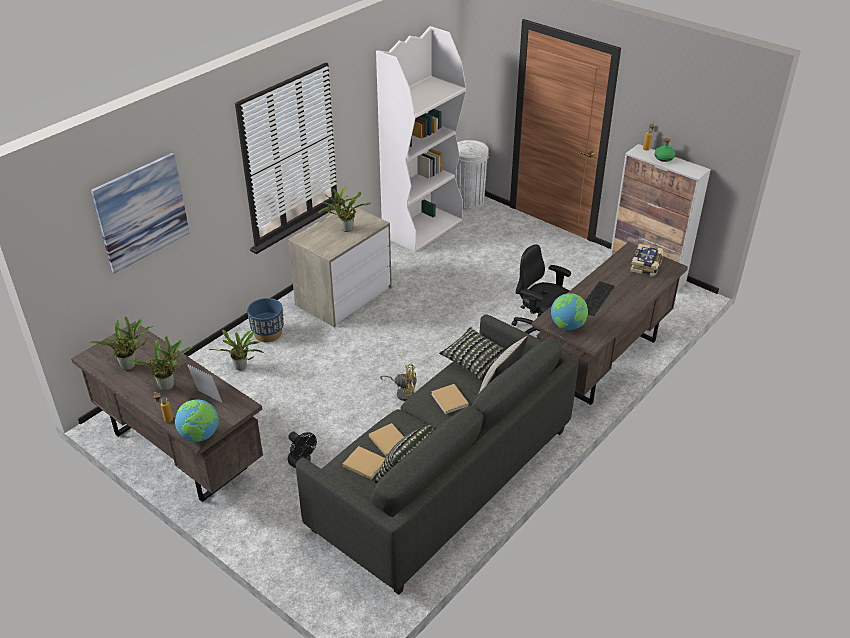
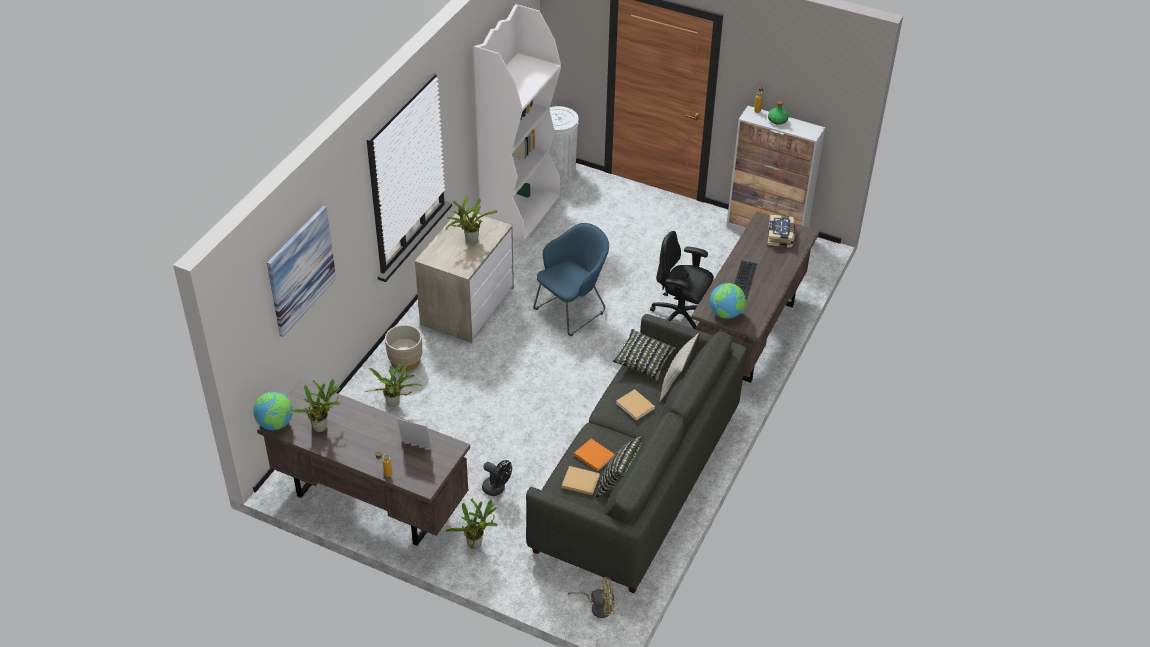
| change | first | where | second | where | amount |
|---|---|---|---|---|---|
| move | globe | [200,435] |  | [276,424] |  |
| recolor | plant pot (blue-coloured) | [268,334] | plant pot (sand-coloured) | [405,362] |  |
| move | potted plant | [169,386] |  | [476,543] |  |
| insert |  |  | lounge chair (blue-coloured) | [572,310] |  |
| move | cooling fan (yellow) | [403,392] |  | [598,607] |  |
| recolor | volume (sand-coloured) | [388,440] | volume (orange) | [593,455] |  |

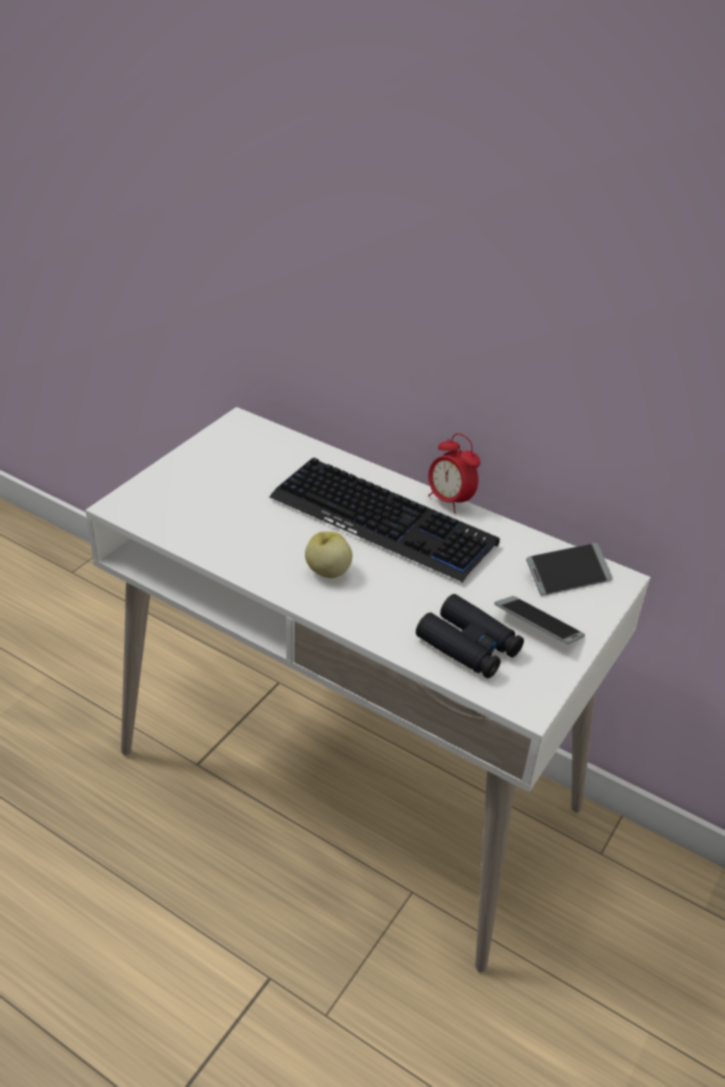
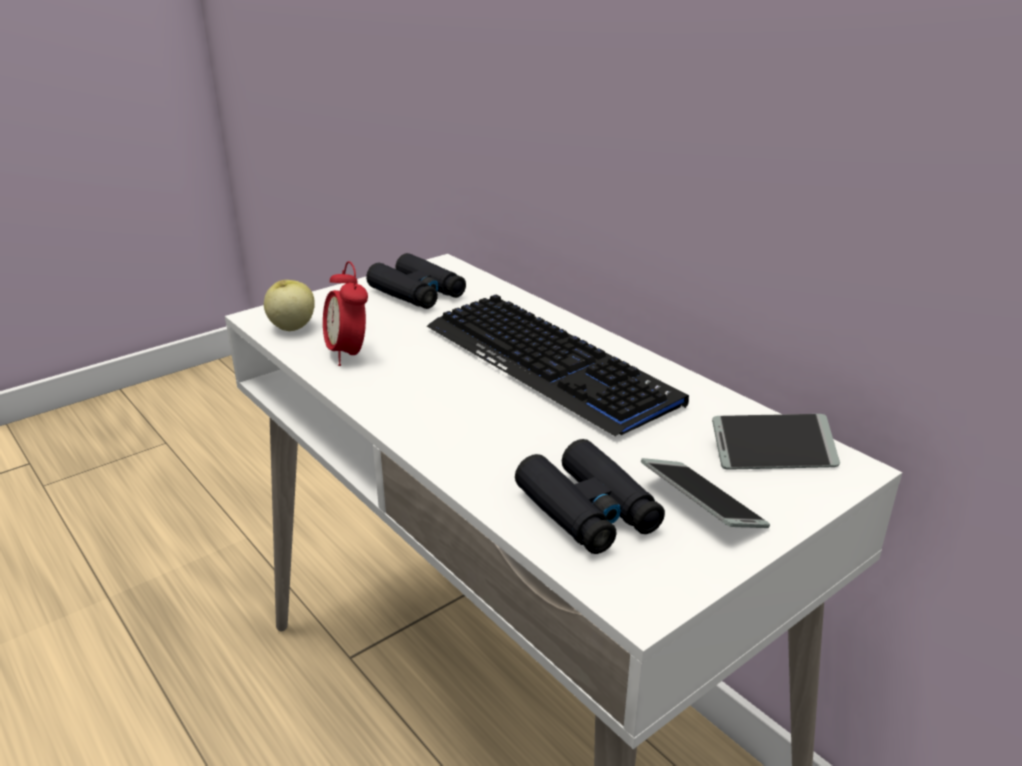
| change | first | where | second | where | amount |
|---|---|---|---|---|---|
| move | apple fruit | [327,571] |  | [292,327] |  |
| move | bedside clock | [449,501] |  | [348,354] |  |
| insert |  |  | binoculars (blackish) | [417,293] |  |

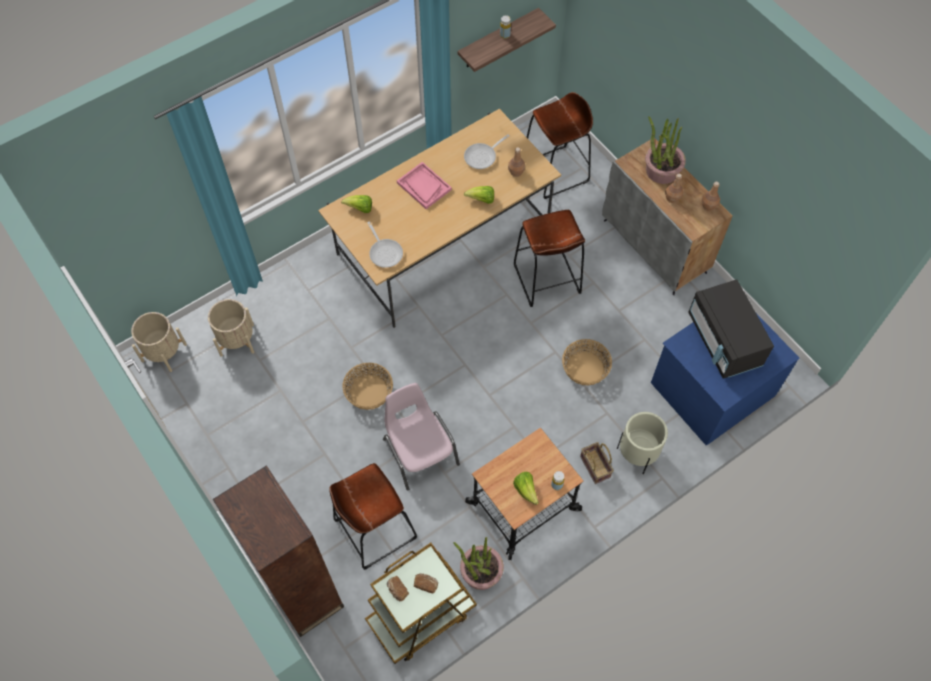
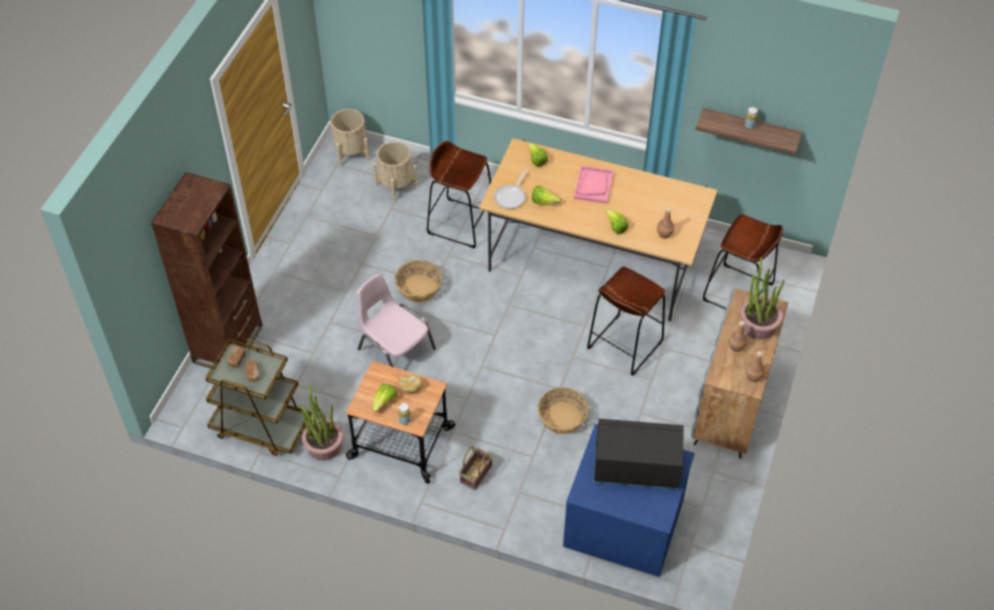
| change | first | where | second | where | amount |
|---|---|---|---|---|---|
| rotate | chair (pink) | [419,451] |  | [395,348] | 75 degrees counterclockwise |
| insert |  |  | bakery bread | [410,387] |  |
| move | stool seat (brownish) | [375,529] |  | [461,222] |  |
| insert |  |  | lettuce head | [544,202] |  |
| rotate | kitchen microwave (blackish) | [724,341] |  | [635,467] | 60 degrees clockwise |
| delete | skillet | [482,156] |  |  |  |
| delete | plant pot (sand-coloured) | [637,454] |  |  |  |

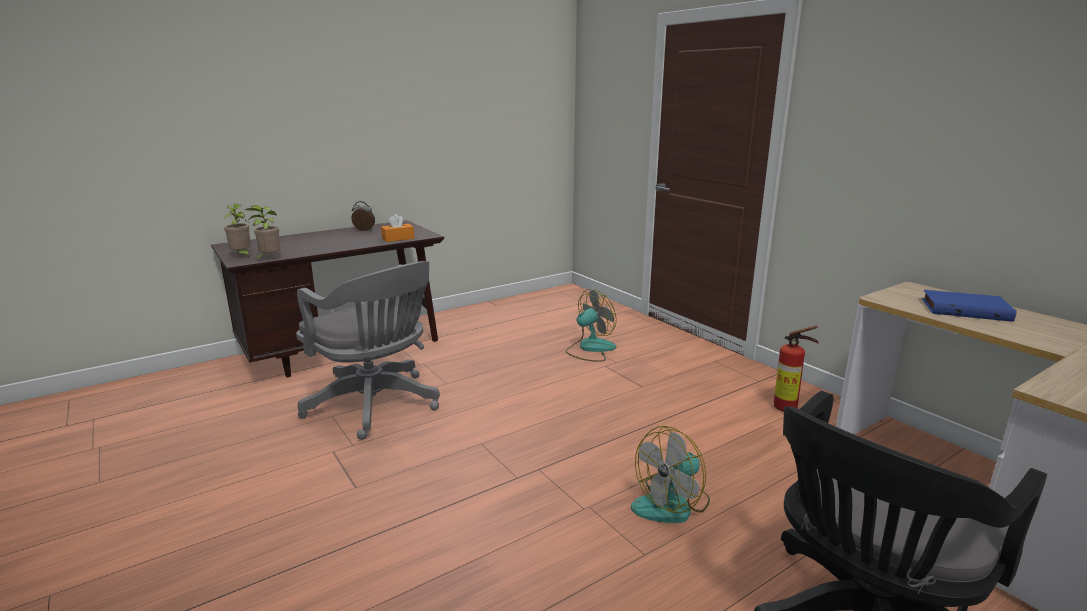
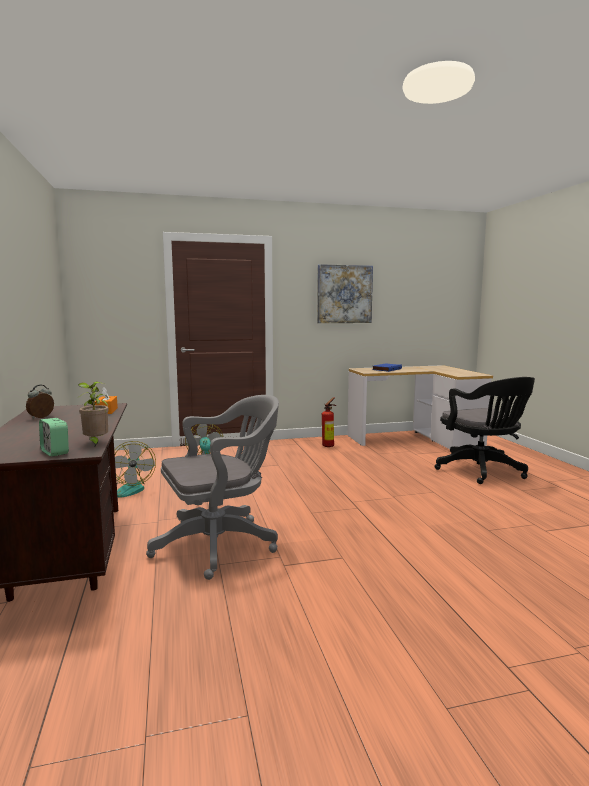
| change | first | where | second | where | amount |
|---|---|---|---|---|---|
| replace | potted plant | [242,255] | bedside clock | [55,452] |  |
| move | cooling fan | [672,504] |  | [130,488] |  |
| insert |  |  | wall art | [344,294] |  |

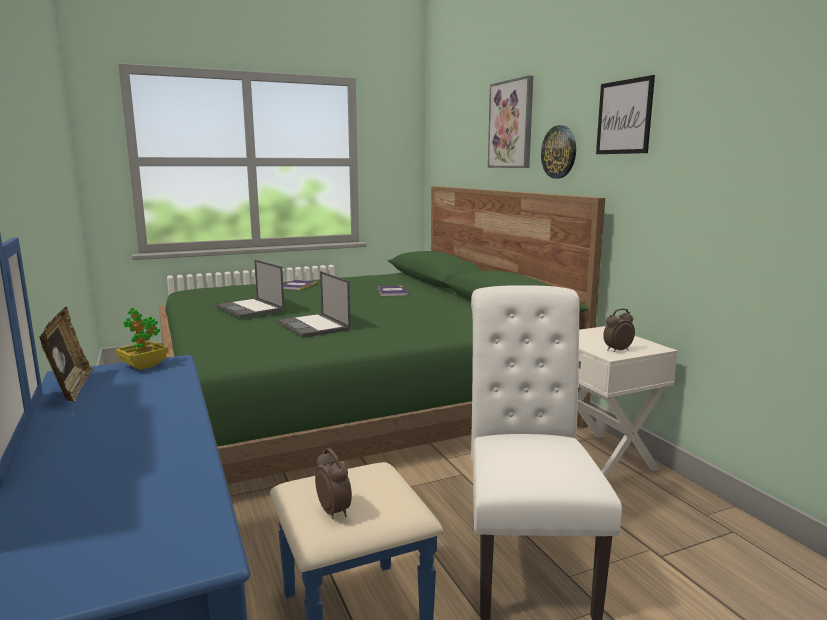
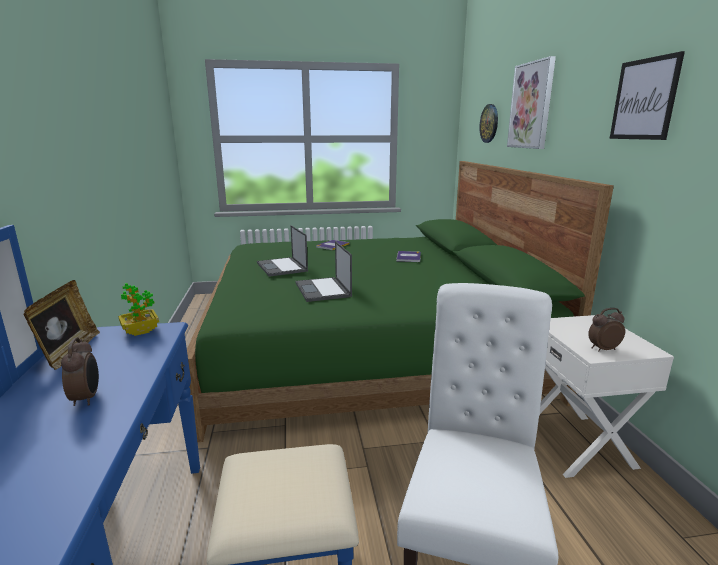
| change | first | where | second | where | amount |
|---|---|---|---|---|---|
| move | bedside clock | [334,511] |  | [87,398] |  |
| move | clock on the wall | [559,152] |  | [489,123] |  |

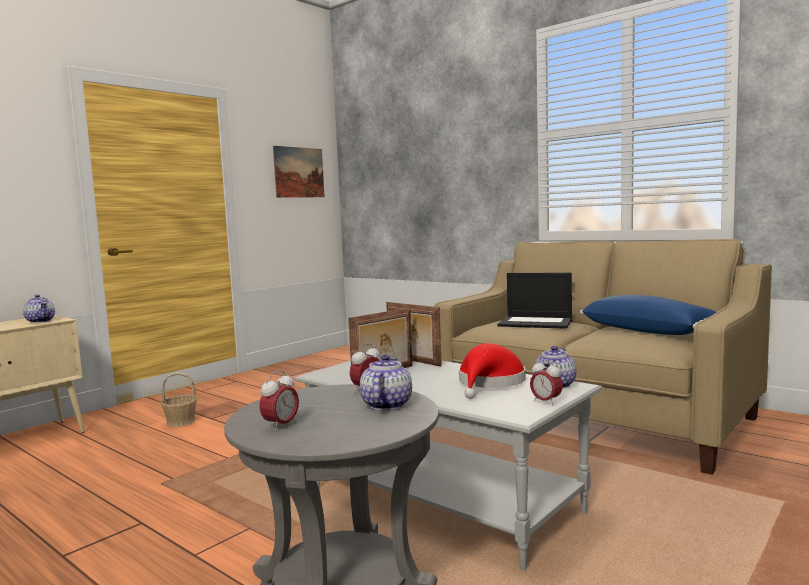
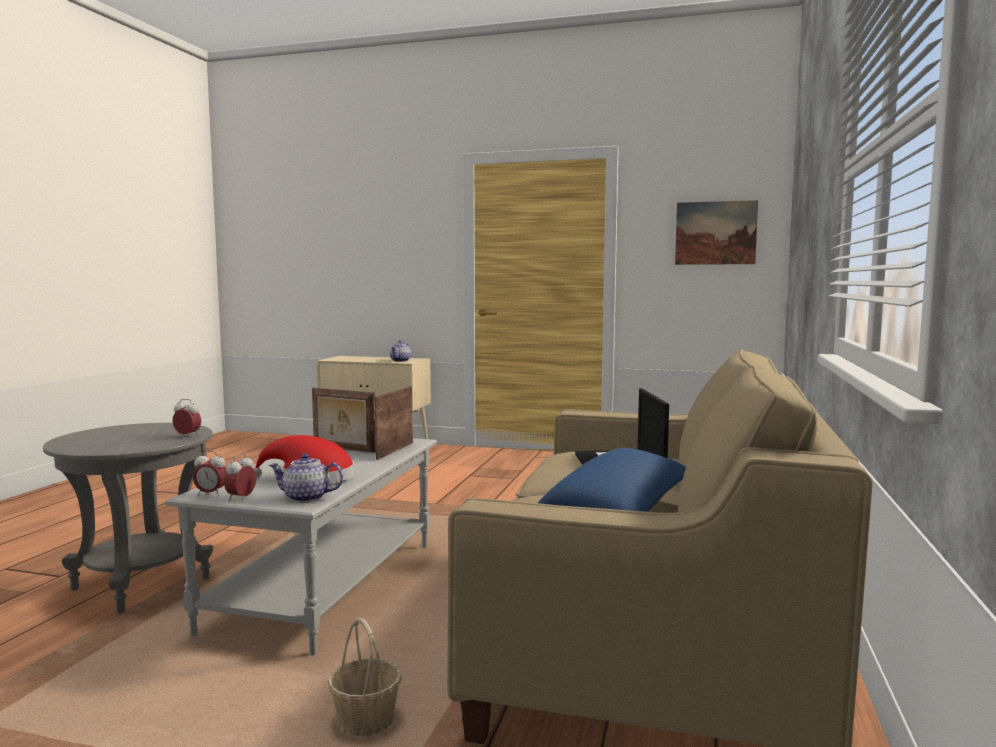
| change | first | where | second | where | amount |
|---|---|---|---|---|---|
| move | bedside clock | [281,426] |  | [211,494] |  |
| move | basket | [181,421] |  | [366,720] |  |
| delete | pot for tea | [386,405] |  |  |  |

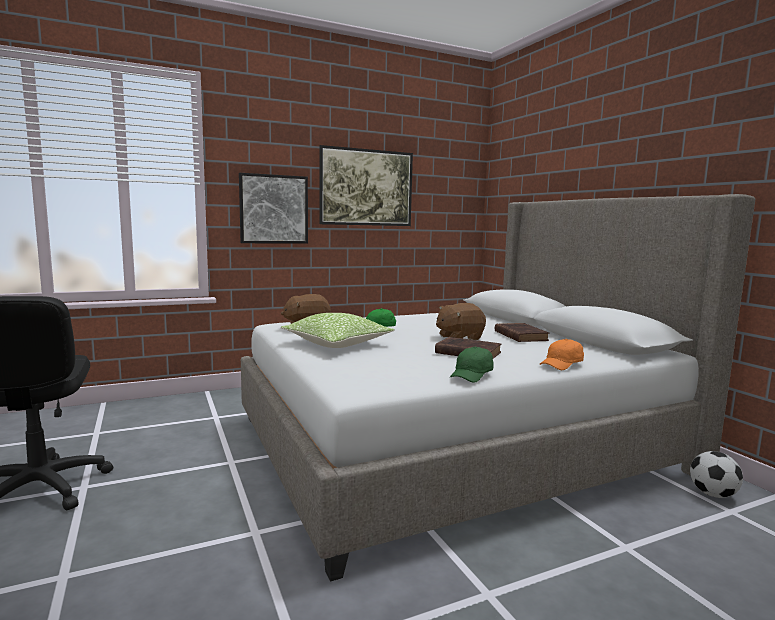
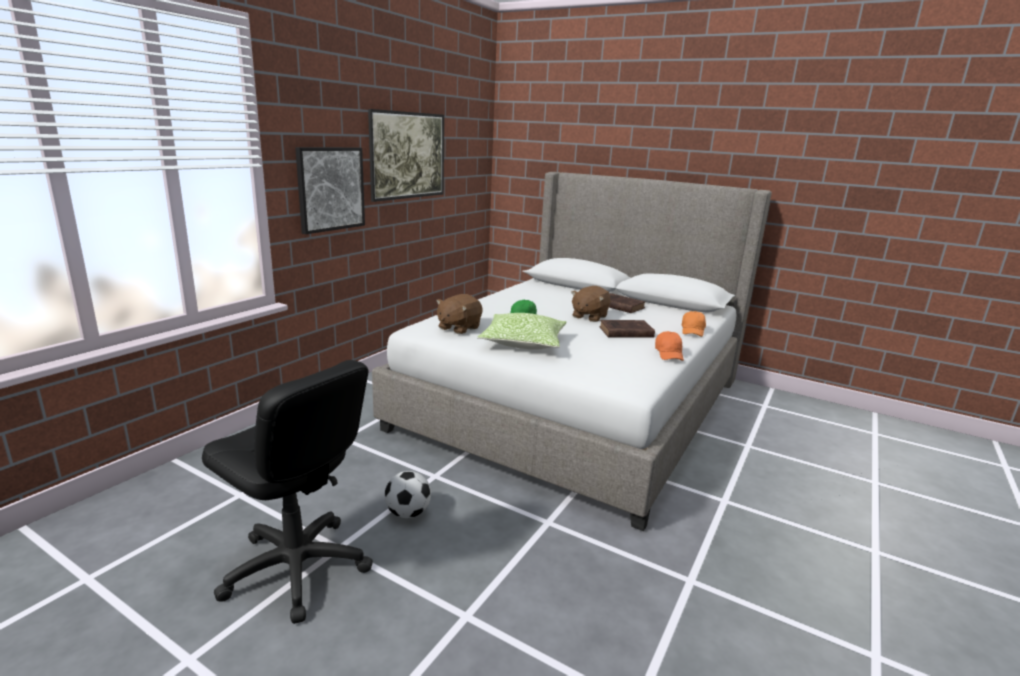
| change | first | where | second | where | amount |
|---|---|---|---|---|---|
| move | ball for football | [712,494] |  | [408,513] |  |
| recolor | baseball cap (greenish) | [471,375] | baseball cap (orange) | [669,354] |  |

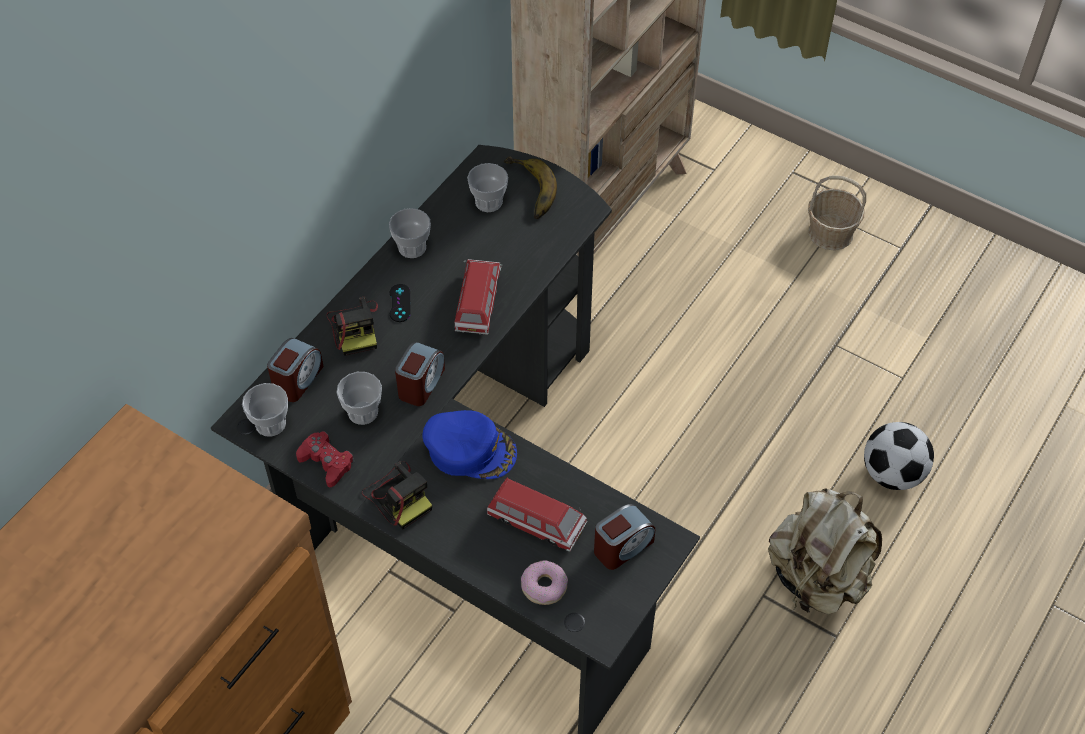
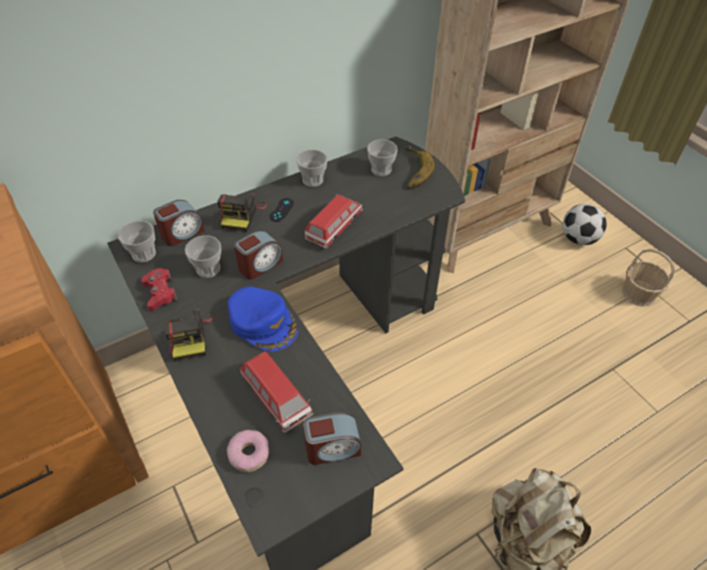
| change | first | where | second | where | amount |
|---|---|---|---|---|---|
| move | ball for football | [892,473] |  | [578,239] |  |

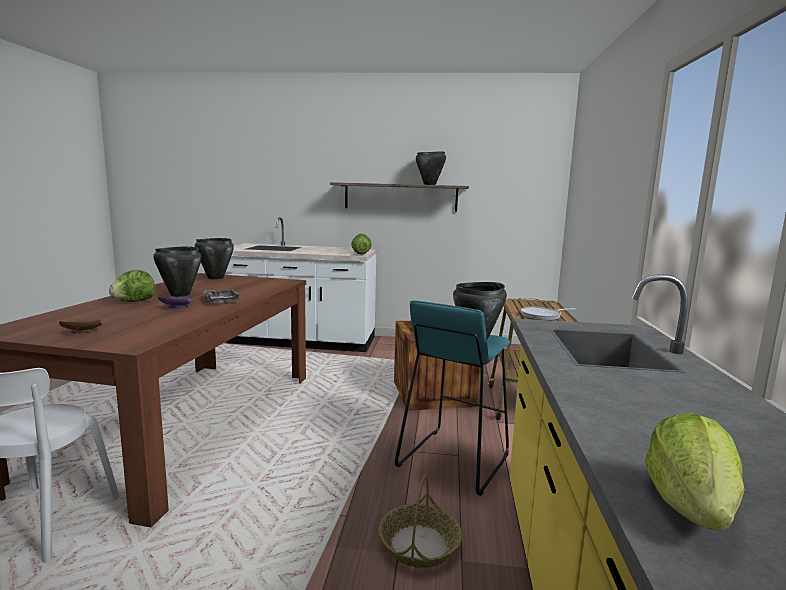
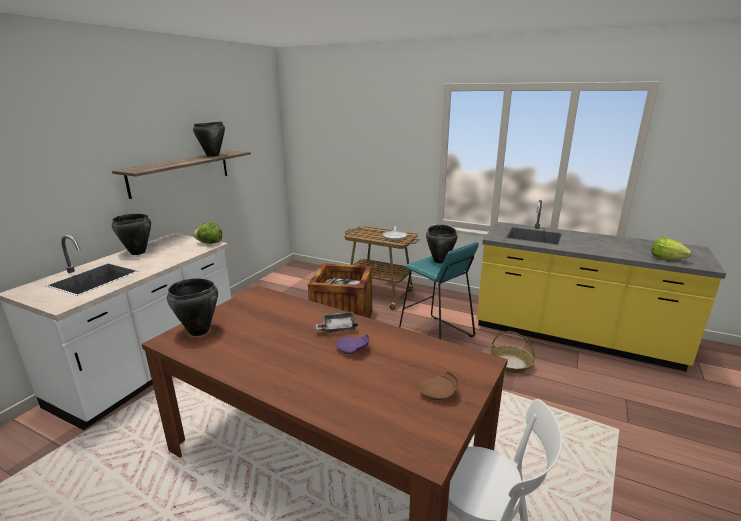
| change | first | where | second | where | amount |
|---|---|---|---|---|---|
| move | saucepot (blackish) | [179,295] |  | [137,252] |  |
| delete | lettuce head | [134,302] |  |  |  |

